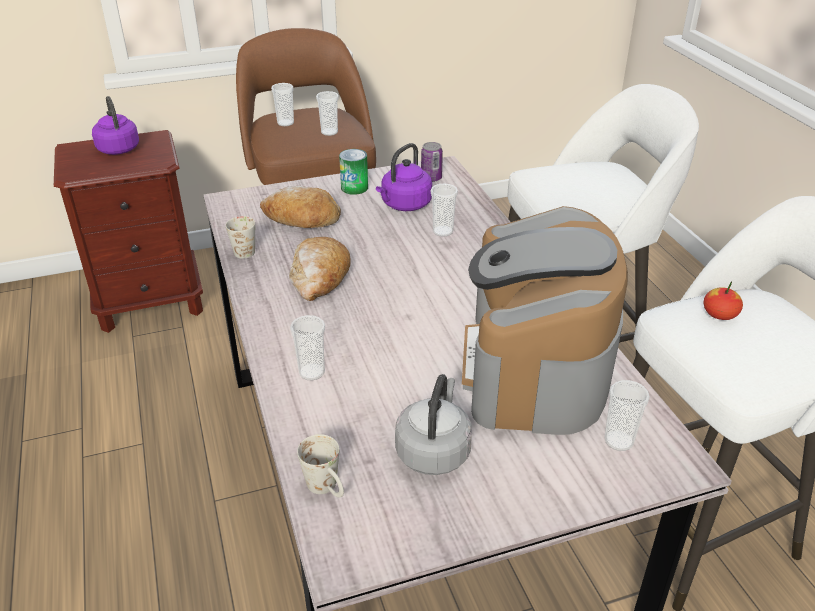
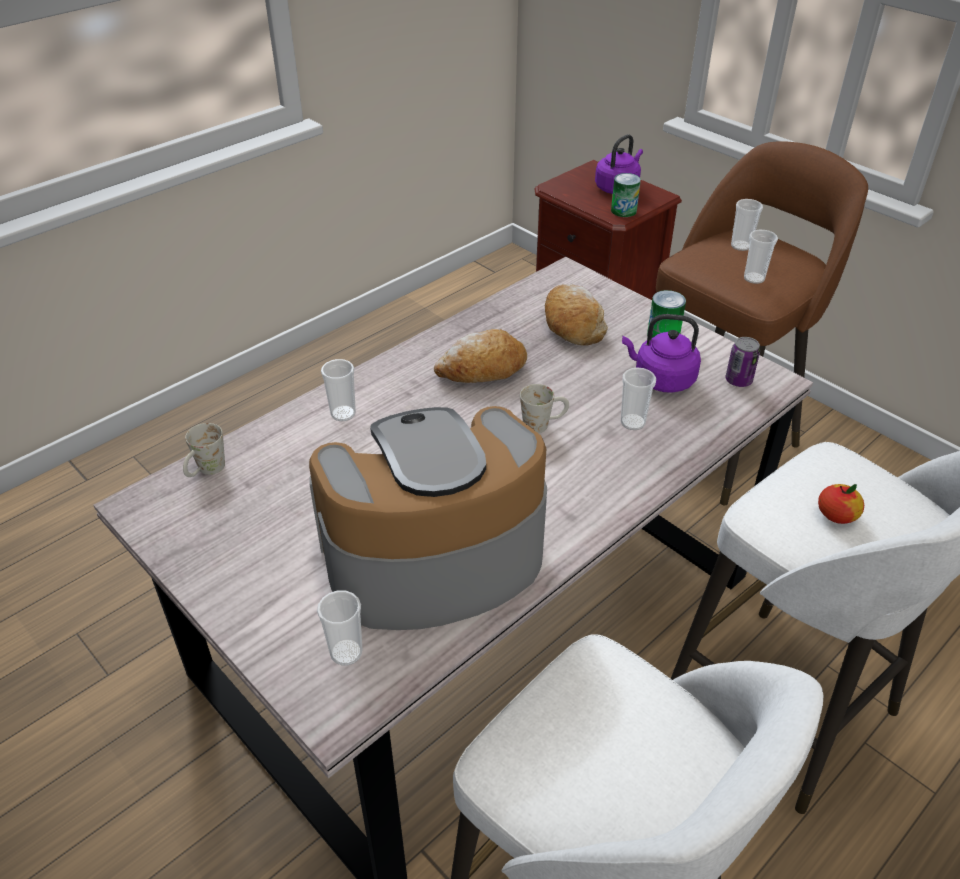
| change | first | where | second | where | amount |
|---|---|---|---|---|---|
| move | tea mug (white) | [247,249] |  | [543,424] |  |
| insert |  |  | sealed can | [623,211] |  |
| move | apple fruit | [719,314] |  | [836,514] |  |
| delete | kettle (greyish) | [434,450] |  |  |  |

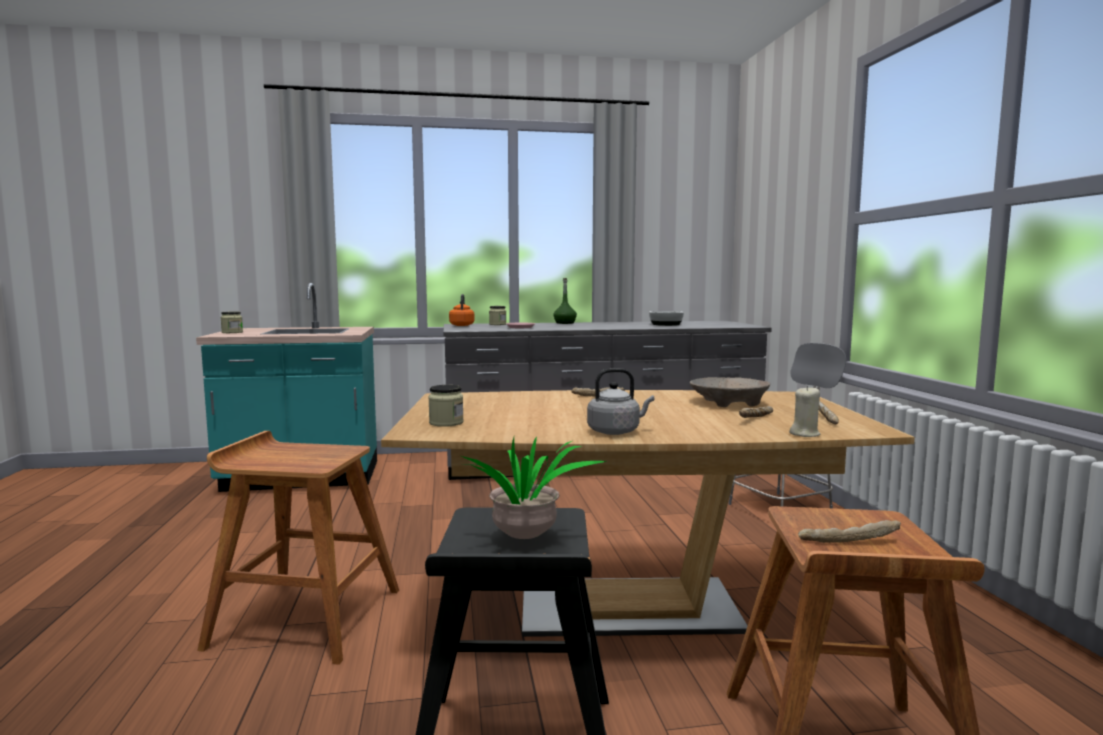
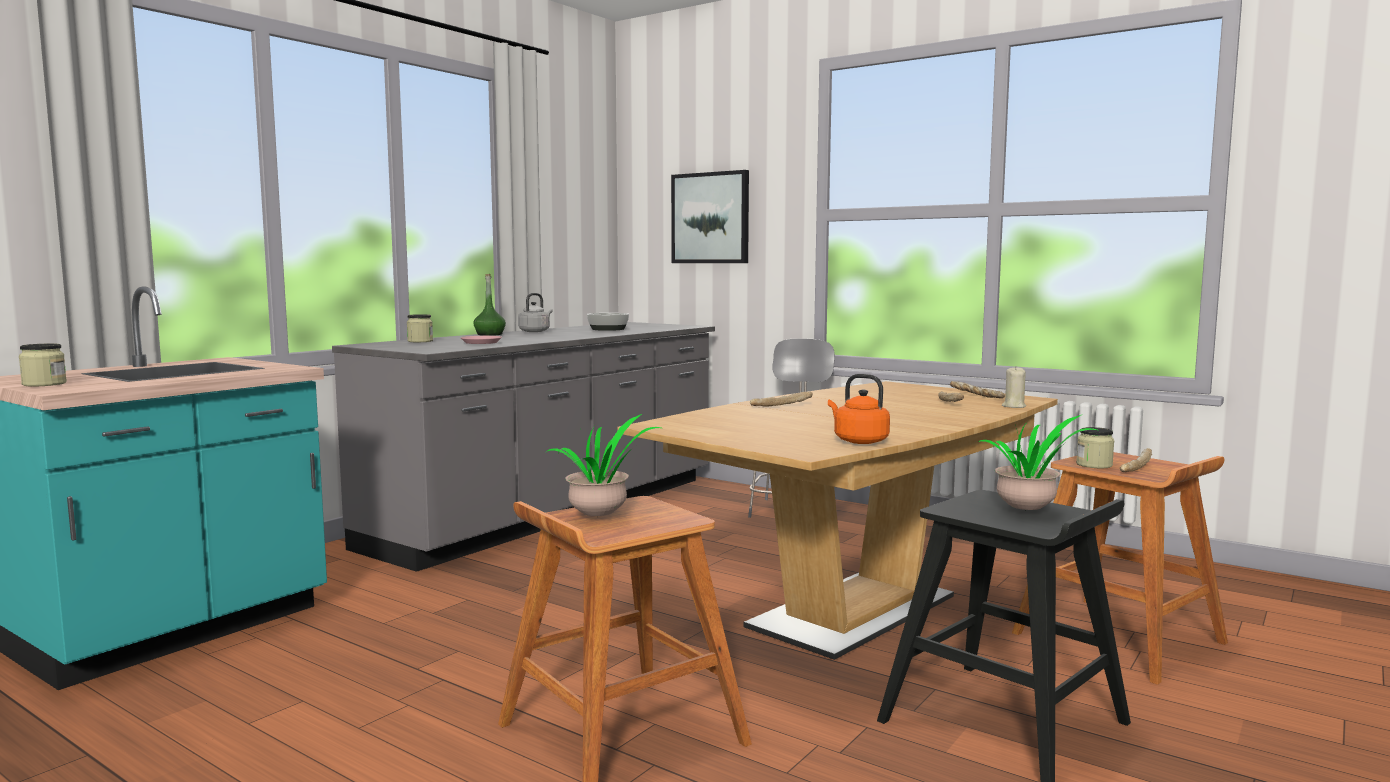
| change | first | where | second | where | amount |
|---|---|---|---|---|---|
| move | kettle (greyish) | [616,431] |  | [535,331] |  |
| insert |  |  | potted plant | [602,517] |  |
| insert |  |  | wall art | [711,218] |  |
| move | kettle (orange) | [462,325] |  | [858,441] |  |
| move | storage jar | [446,423] |  | [1094,465] |  |
| delete | serving bowl (sand-coloured) | [728,402] |  |  |  |

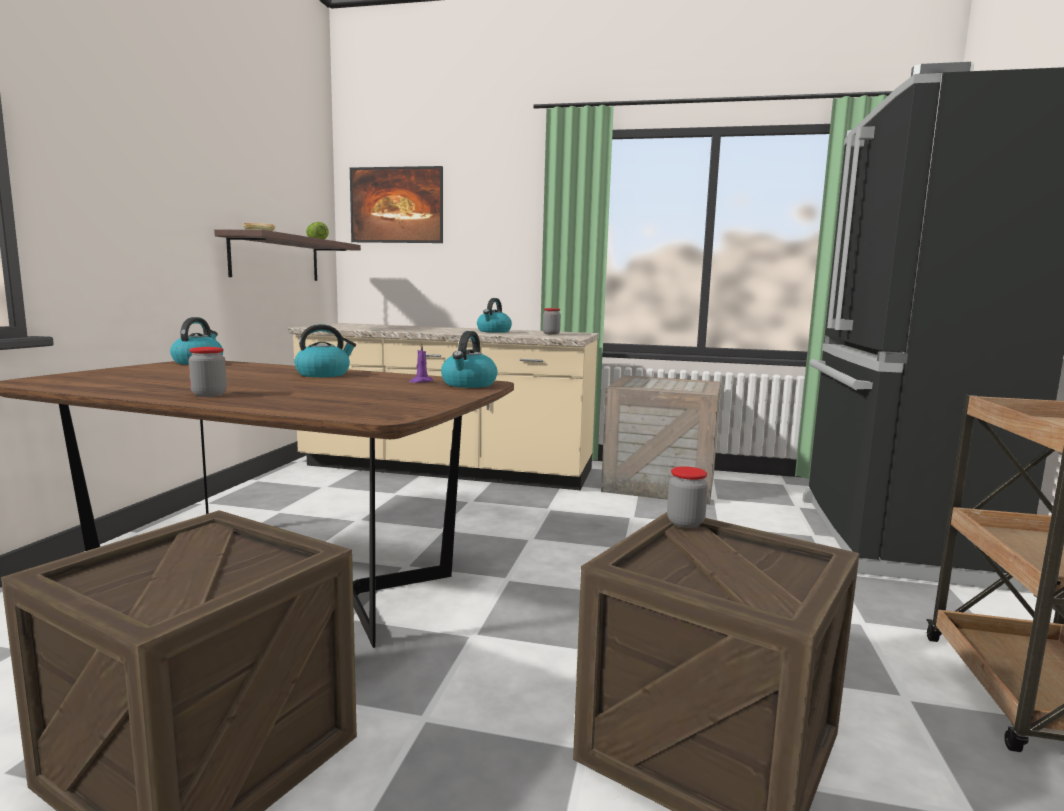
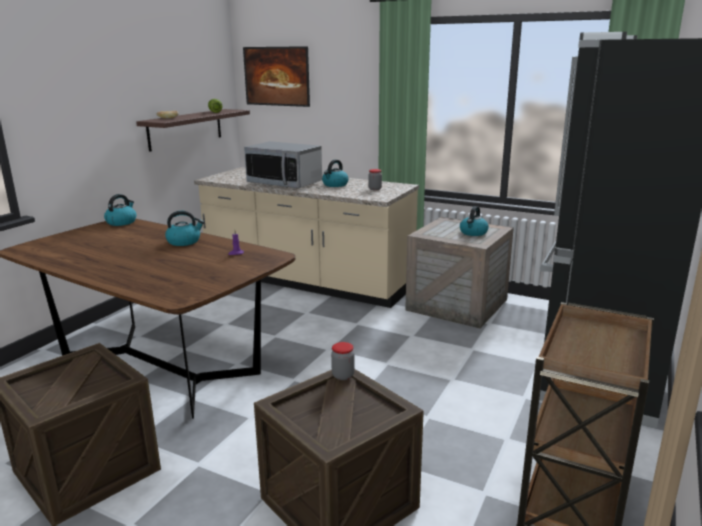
| change | first | where | second | where | amount |
|---|---|---|---|---|---|
| insert |  |  | kitchen microwave | [285,183] |  |
| move | kettle | [469,384] |  | [473,233] |  |
| delete | storage jar | [209,395] |  |  |  |

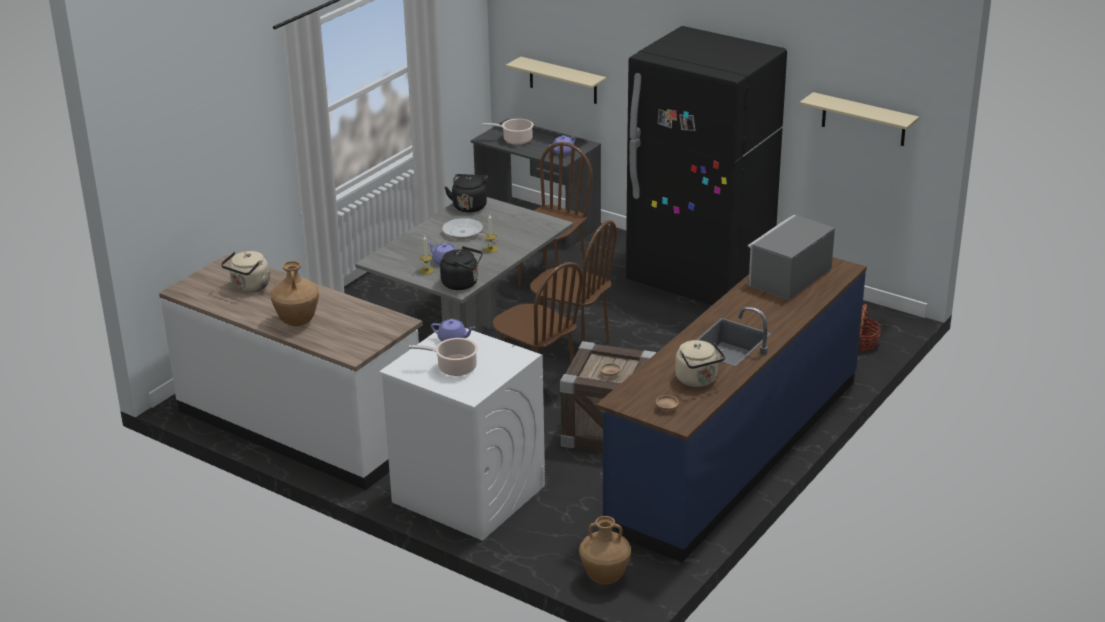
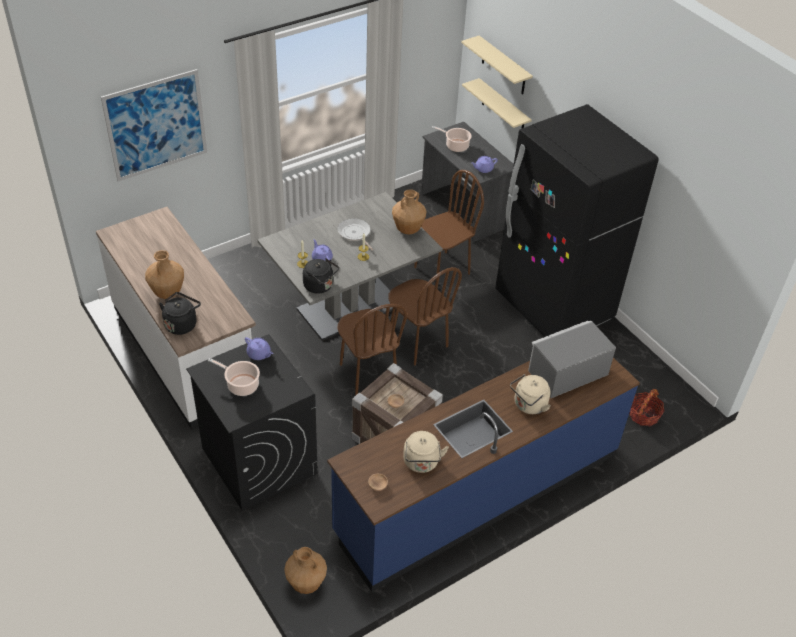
| change | first | where | second | where | amount |
|---|---|---|---|---|---|
| insert |  |  | wall art | [156,125] |  |
| move | kettle (blackish) | [469,206] |  | [182,324] |  |
| recolor | laundry appliance (white) | [467,493] | laundry appliance (blackish) | [258,460] |  |
| insert |  |  | vase (brownish) | [408,230] |  |
| move | wall shelf (sand-coloured) | [863,120] |  | [504,66] |  |
| move | kettle (sand-coloured) | [249,288] |  | [528,405] |  |

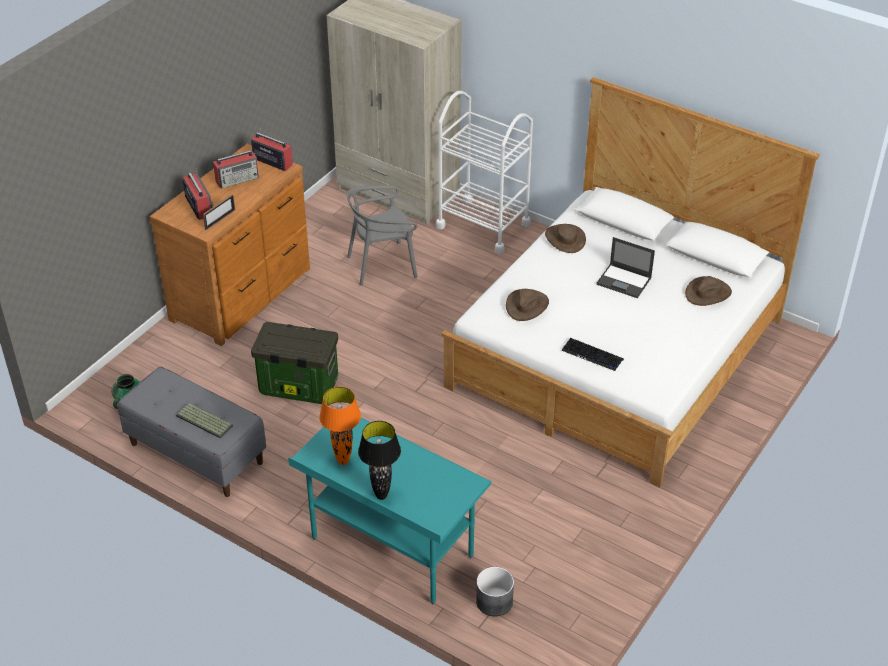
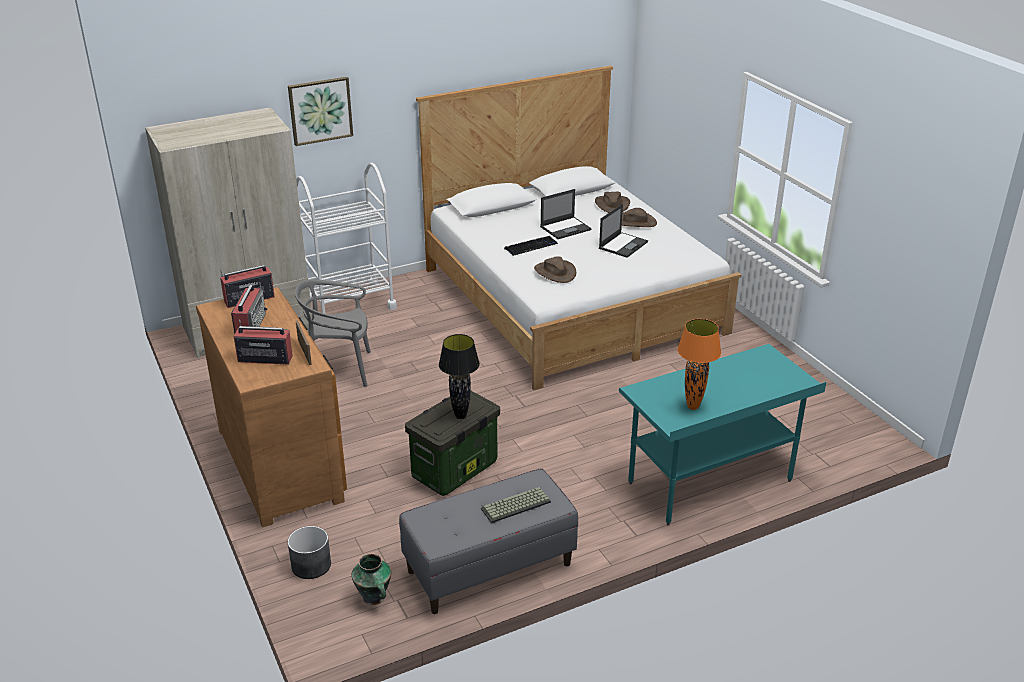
| change | first | where | second | where | amount |
|---|---|---|---|---|---|
| insert |  |  | wall art | [320,110] |  |
| move | plant pot (greyish) | [494,601] |  | [311,565] |  |
| rotate | chair (greyish) | [382,265] |  | [339,369] | 75 degrees clockwise |
| move | tabletop lamp (blackish) | [381,496] |  | [460,416] |  |
| move | keyboard | [592,355] |  | [531,246] |  |
| insert |  |  | laptop | [623,245] |  |
| move | wearable hat (brownish) | [565,239] |  | [635,222] |  |

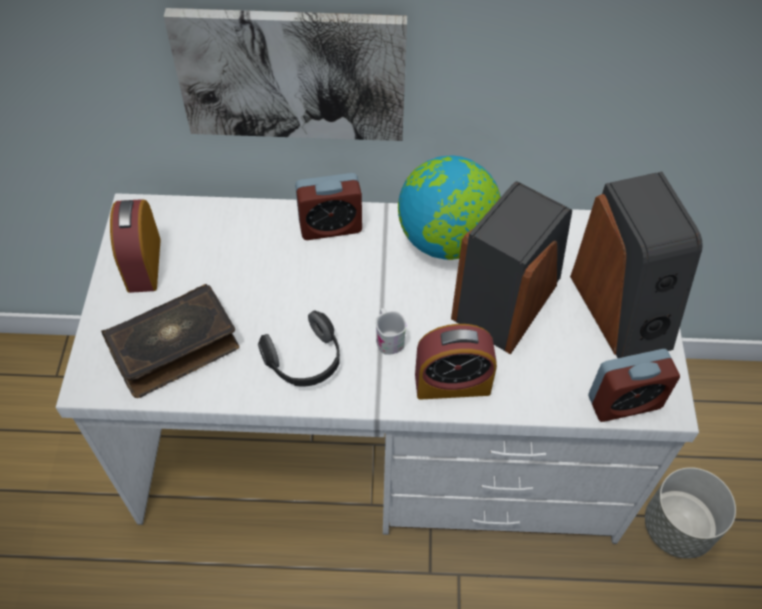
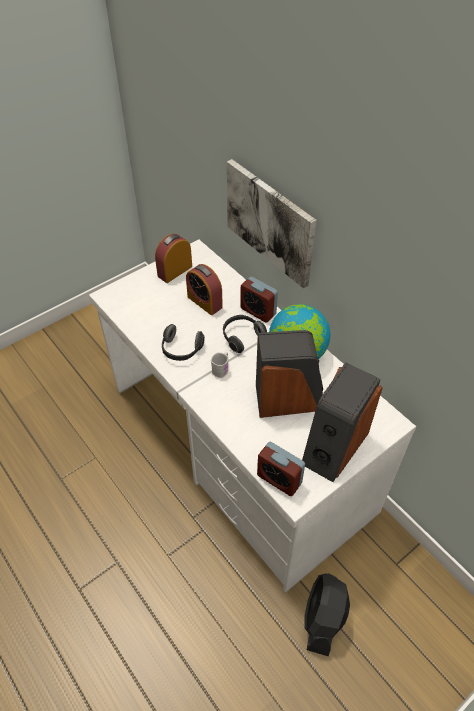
| change | first | where | second | where | amount |
|---|---|---|---|---|---|
| move | bedside clock | [452,383] |  | [204,302] |  |
| insert |  |  | headset | [241,337] |  |
| replace | plant pot (greyish) | [678,527] | cooling fan (blackish) | [323,619] |  |
| delete | volume | [174,348] |  |  |  |

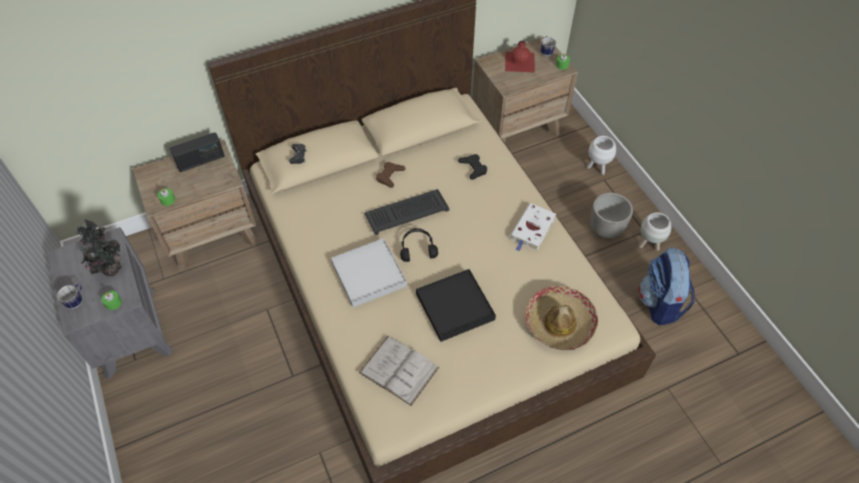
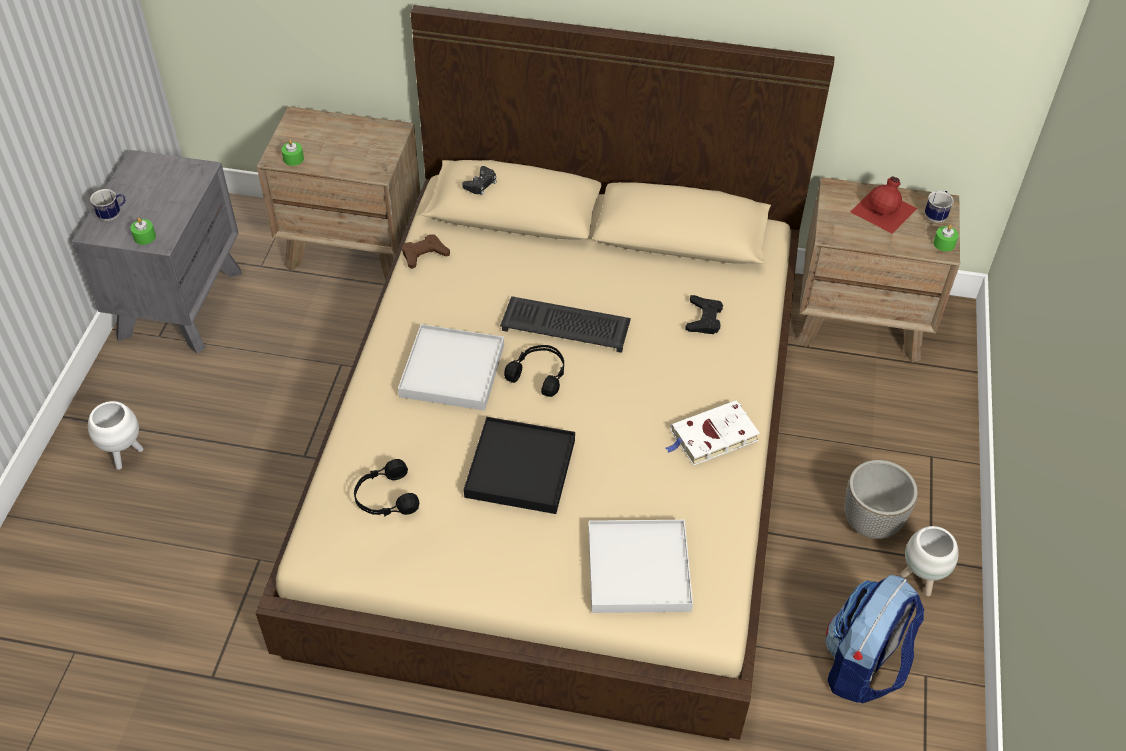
| change | first | where | second | where | amount |
|---|---|---|---|---|---|
| move | plant pot (white) | [597,168] |  | [125,455] |  |
| replace | volume (white) | [399,370] | headset (blackish) | [385,498] |  |
| move | joypad (brownish) | [390,176] |  | [424,254] |  |
| replace | wearable hat | [559,322] | tray (white) | [638,569] |  |
| delete | potted plant | [109,269] |  |  |  |
| delete | radio set | [201,161] |  |  |  |

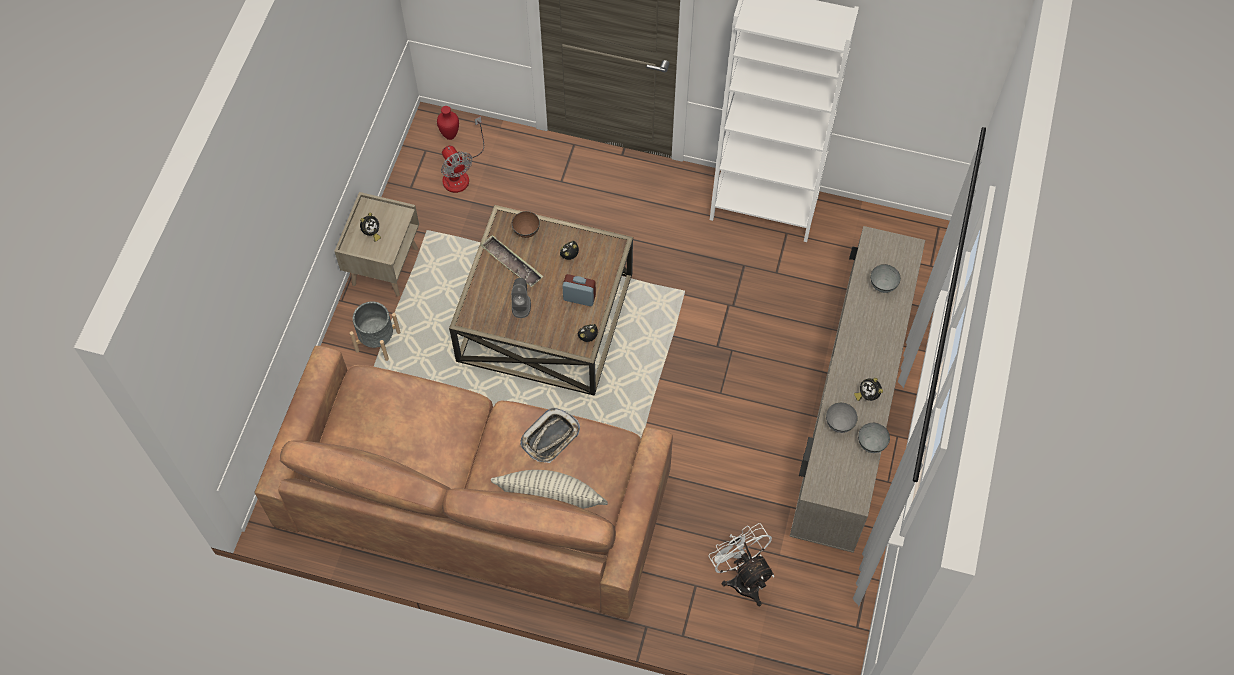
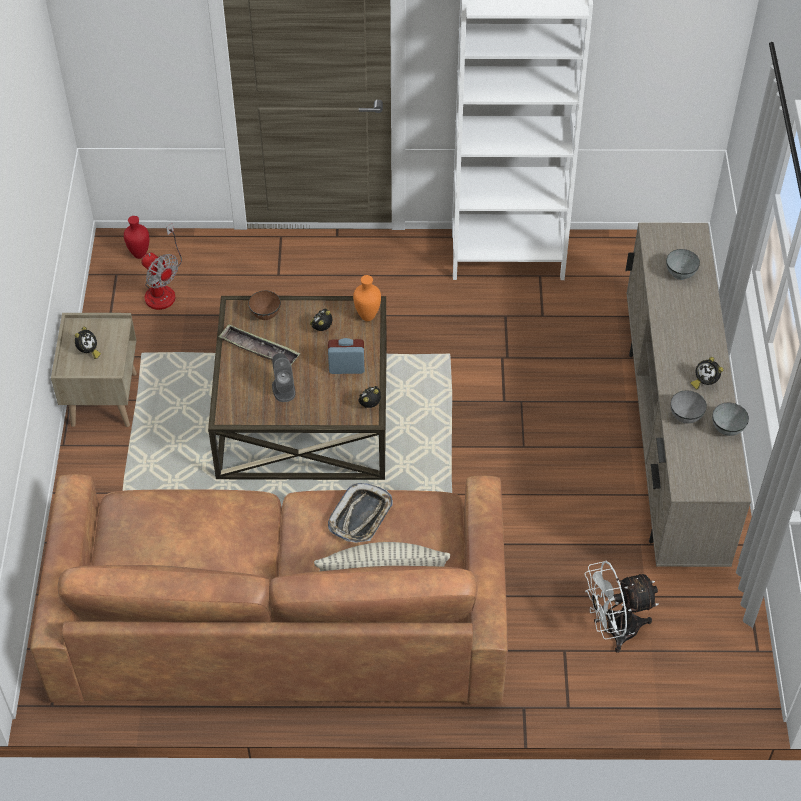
| change | first | where | second | where | amount |
|---|---|---|---|---|---|
| insert |  |  | vase (orange) | [368,316] |  |
| rotate | cooling fan (white) | [742,577] |  | [613,629] | 60 degrees counterclockwise |
| delete | plant pot (greyish) | [377,341] |  |  |  |

